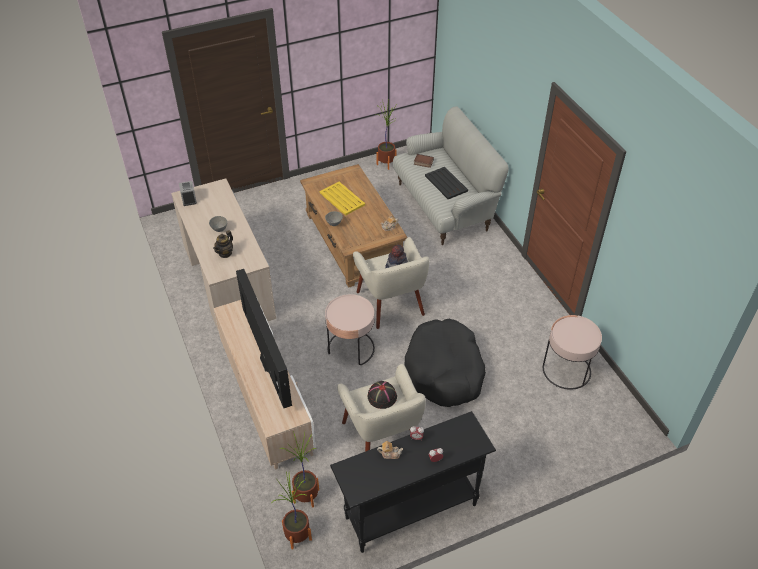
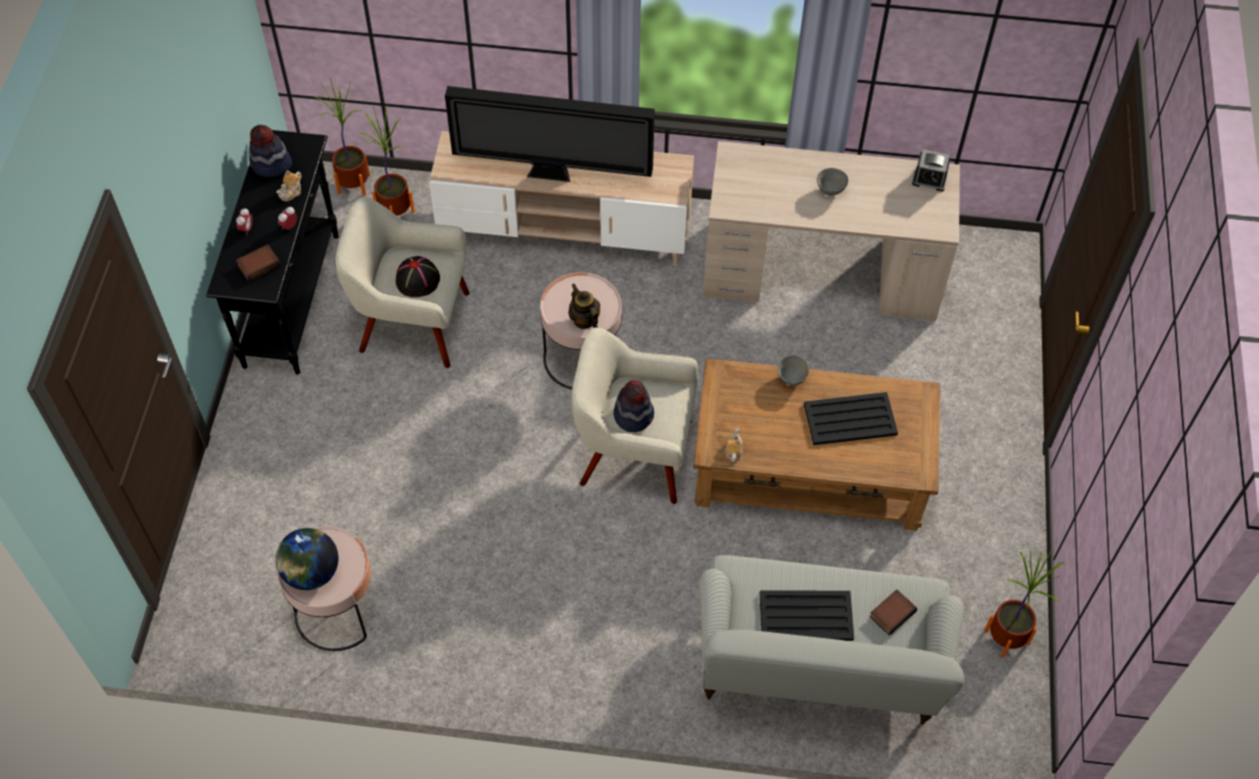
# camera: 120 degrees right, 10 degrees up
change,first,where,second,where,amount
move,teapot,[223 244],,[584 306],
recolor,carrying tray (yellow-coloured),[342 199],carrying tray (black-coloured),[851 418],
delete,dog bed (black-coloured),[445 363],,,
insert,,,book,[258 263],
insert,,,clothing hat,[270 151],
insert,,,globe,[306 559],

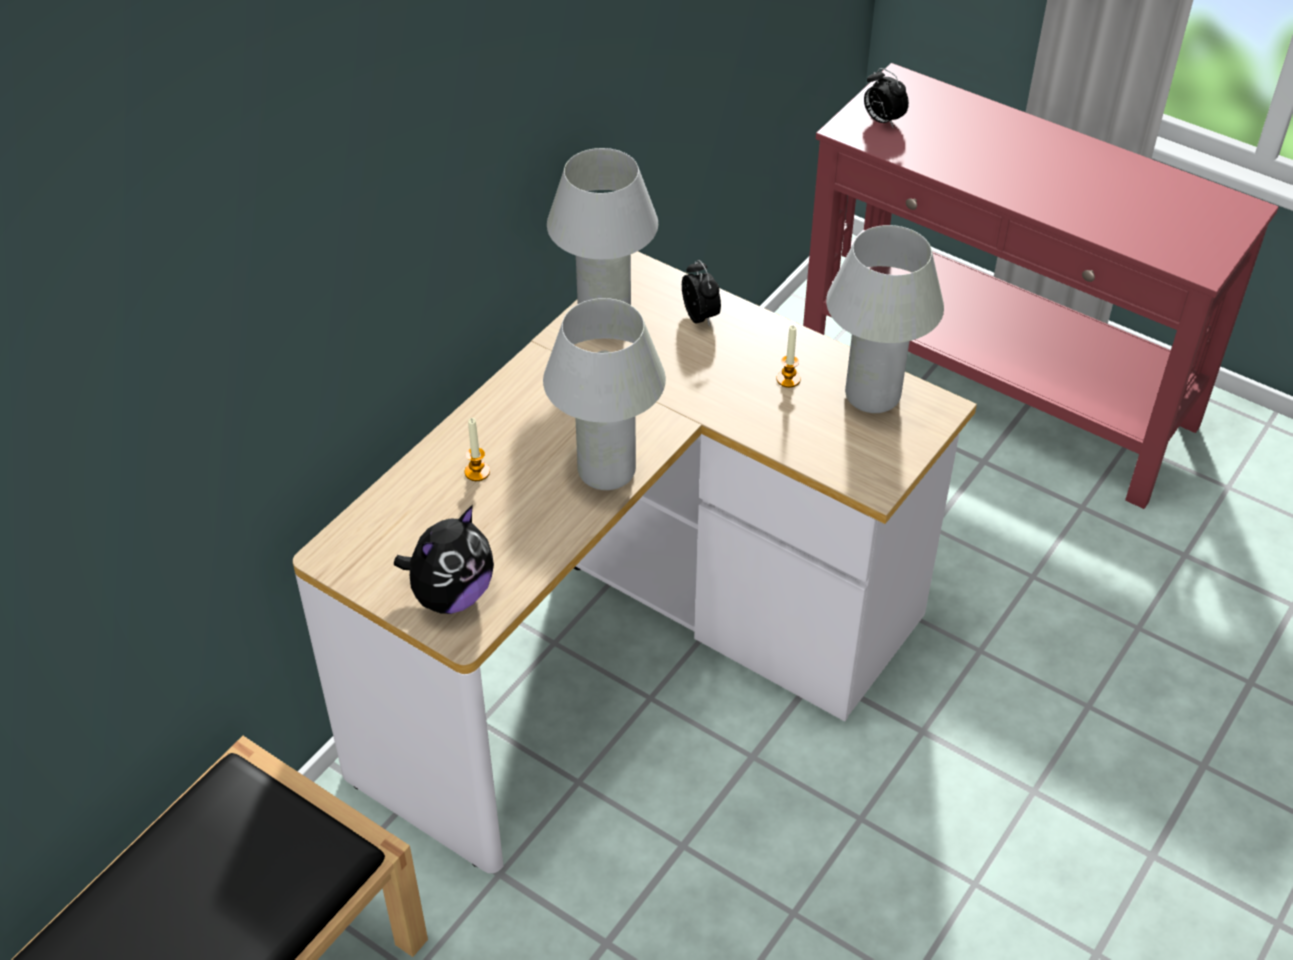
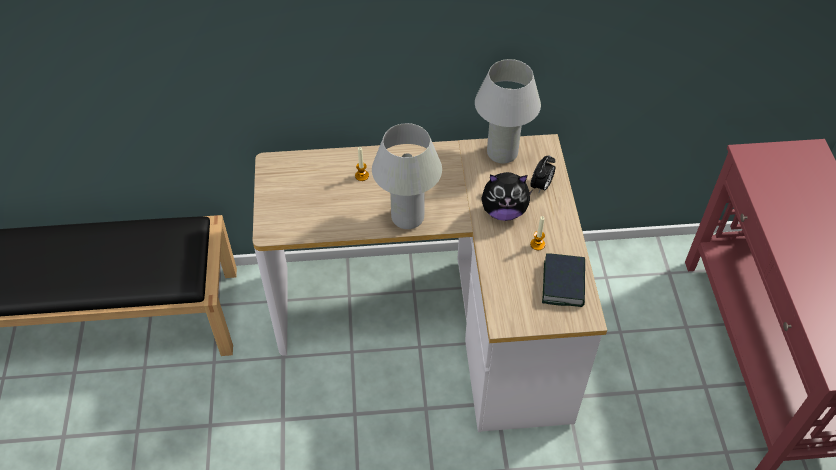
# camera: 50 degrees right, 5 degrees up
change,first,where,second,where,amount
move,plush toy,[444 559],,[507 196],
replace,lamp for a table (whitish),[885 319],book,[563 280],
delete,table clock,[886 98],,,

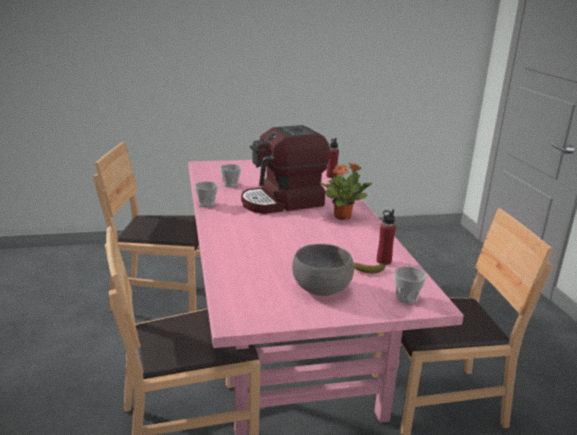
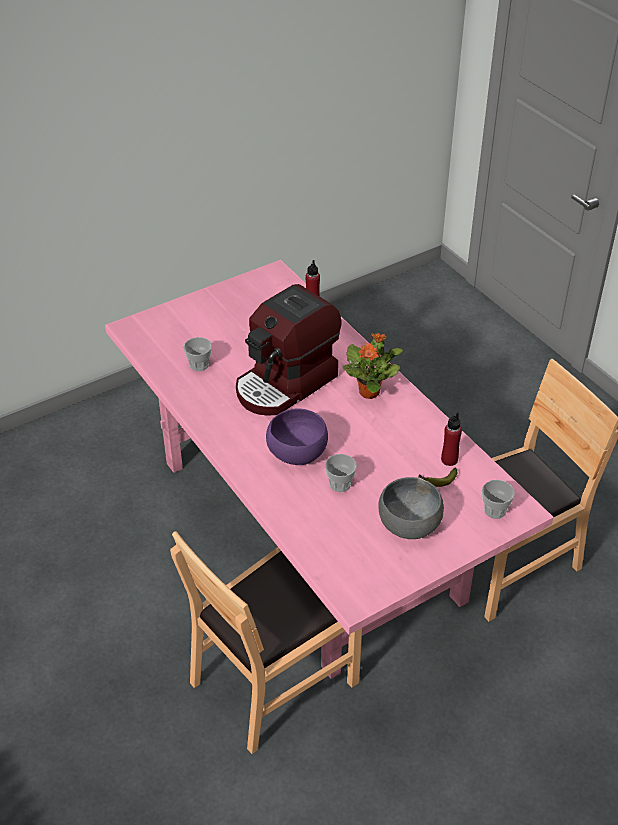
# camera: 20 degrees left, 20 degrees up
change,first,where,second,where,amount
delete,upright chair (brownish),[147 227],,,
move,small cup,[206 194],,[341 473],
insert,,,bowl (purple),[297 436],

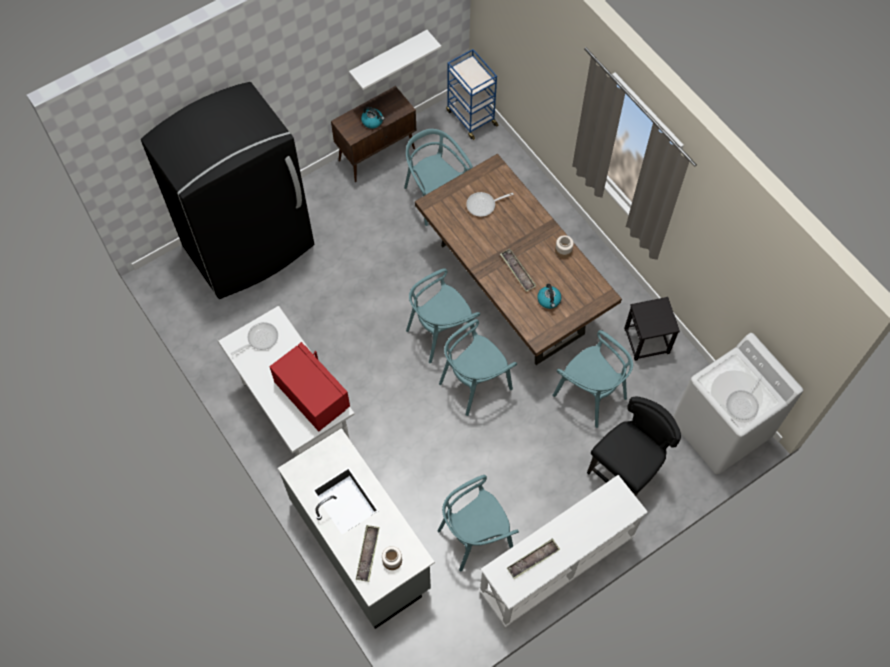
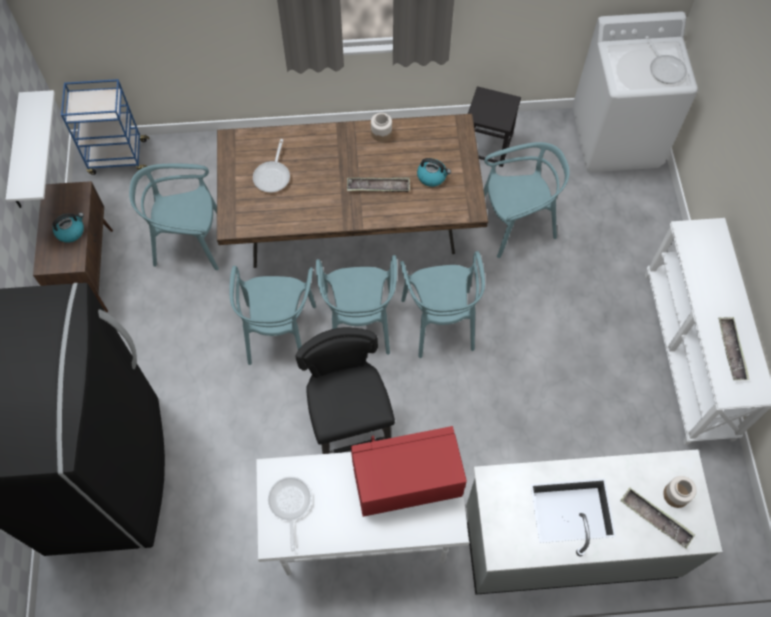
# camera: 60 degrees left, 0 degrees up
change,first,where,second,where,amount
move,upright chair (turquoise-coloured),[478 523],,[272 315],
move,upright chair (black-coloured),[634 446],,[345 390],

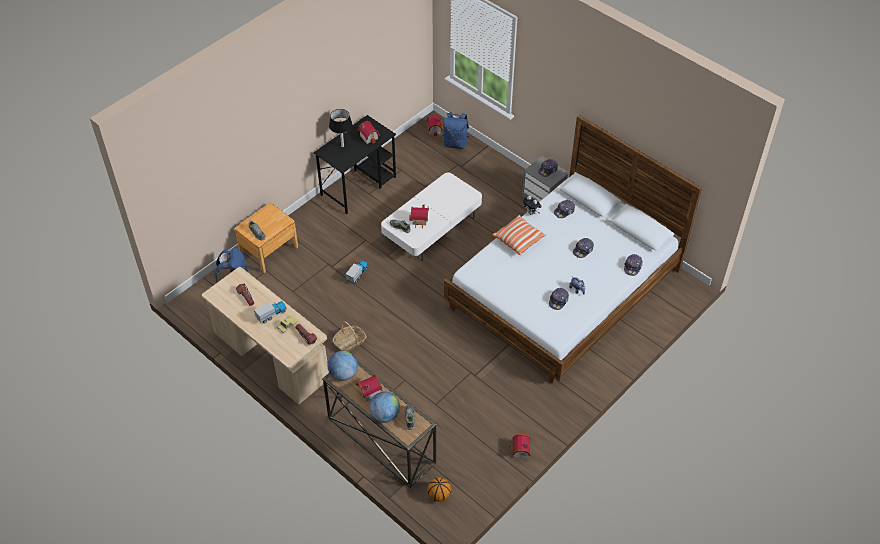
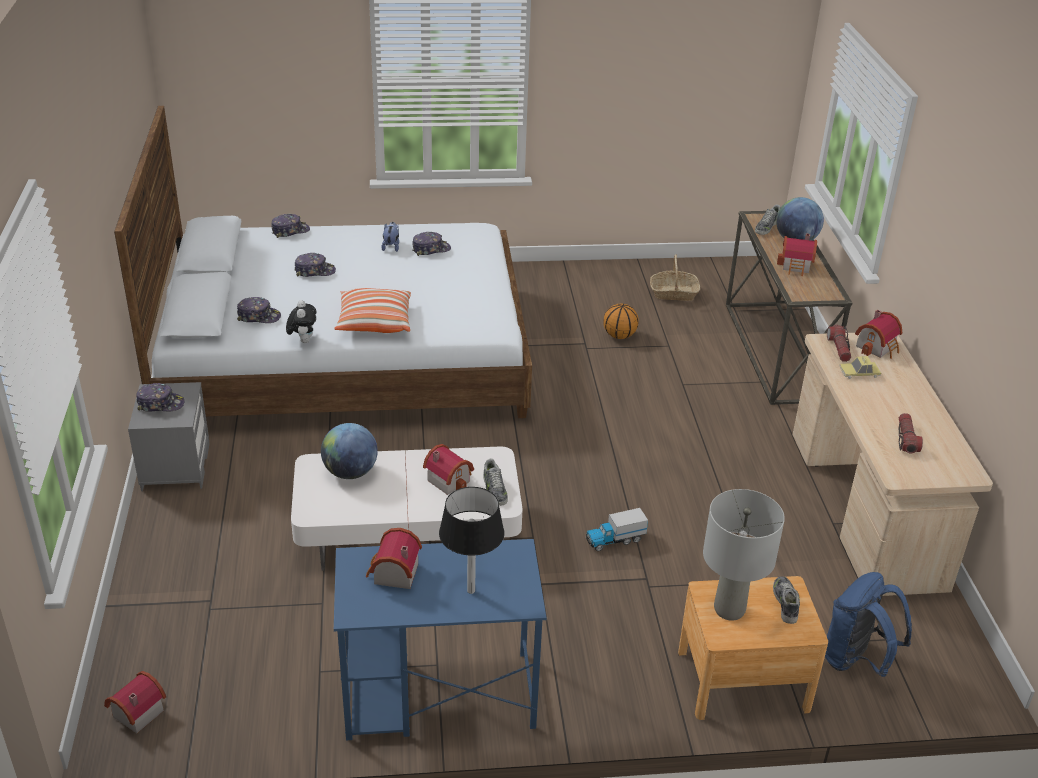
# camera: 140 degrees left, 15 degrees down
change,first,where,second,where,amount
delete,toy lorry,[270 312],,,
recolor,desk unit (black-coloured),[355 164],desk unit (bluish),[440 639],
move,globe,[342 366],,[349 451],
move,household basket,[350 336],,[675 278],
move,basketball,[439 489],,[621 321],
delete,backpack (bluish),[456 130],,,
move,miniature house,[520 446],,[878 334],
insert,,,lamp for a table (gray),[744 555],

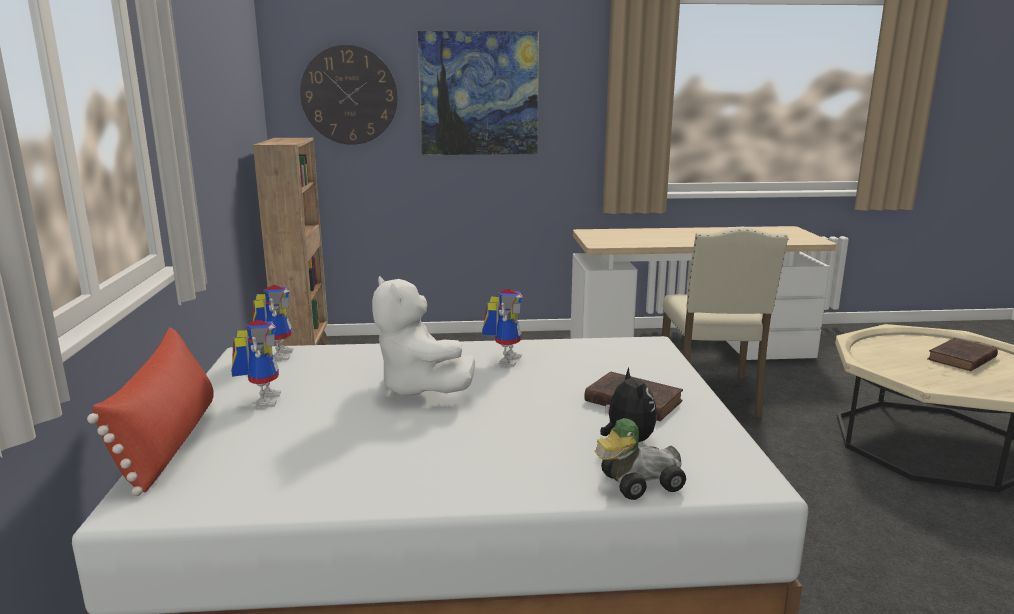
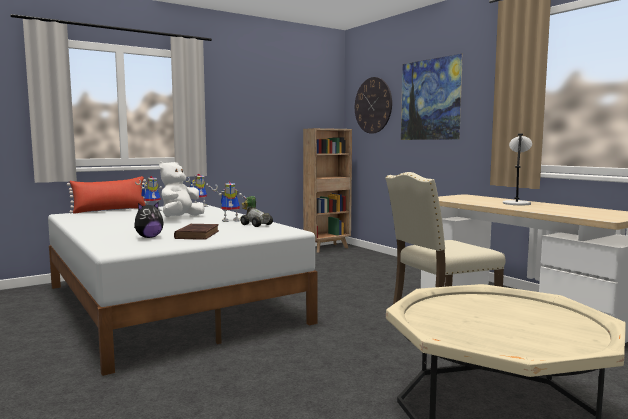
# camera: 60 degrees right, 10 degrees down
change,first,where,second,where,amount
move,model car,[640 459],,[256 211],
delete,book (brownish),[962 354],,,
insert,,,lamp for a table (gray),[517 169],

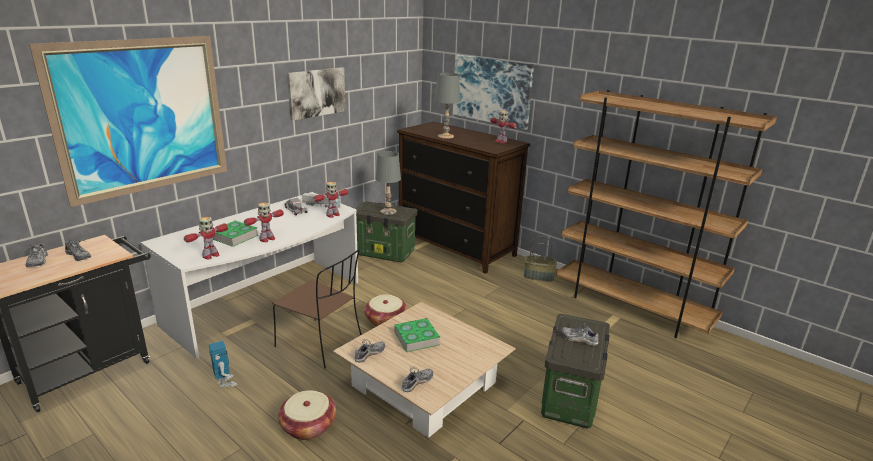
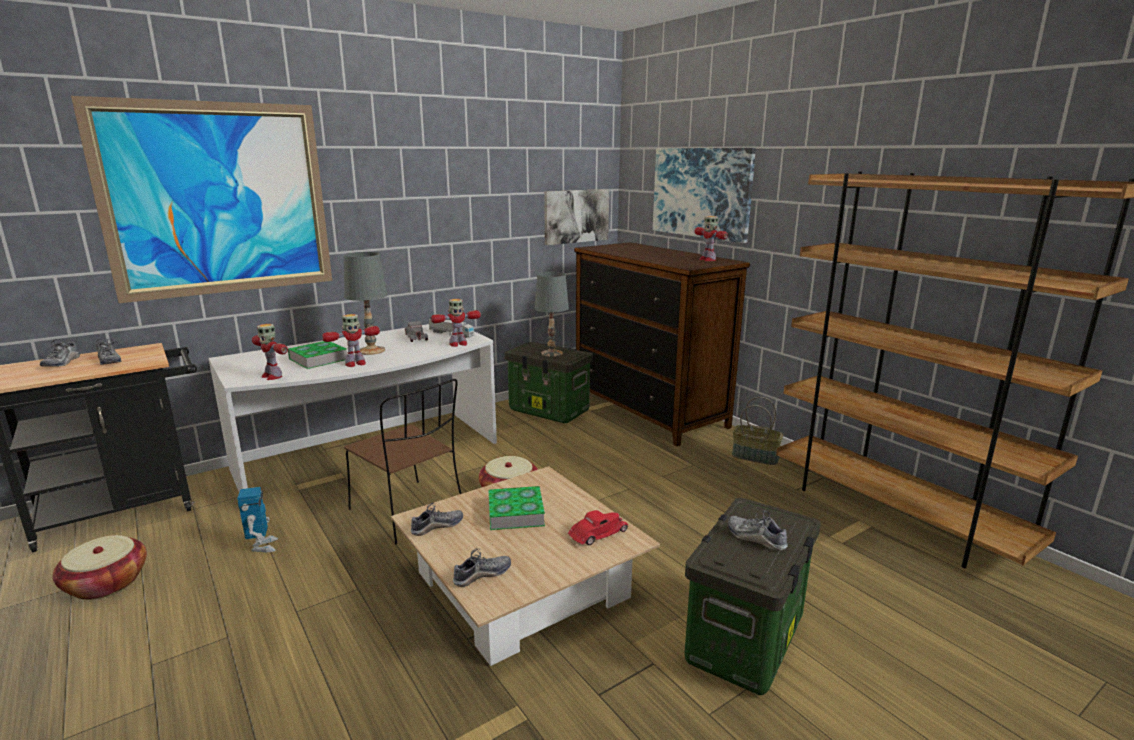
# camera: 15 degrees right, 5 degrees down
change,first,where,second,where,amount
rotate,model robot,[206 238],,[270 352],75 degrees clockwise
move,household basket,[307 415],,[100 567],
move,wall art,[316 94],,[576 217],
move,lamp for a table (gray),[447 106],,[365 303],
insert,,,model car (red),[598 527],

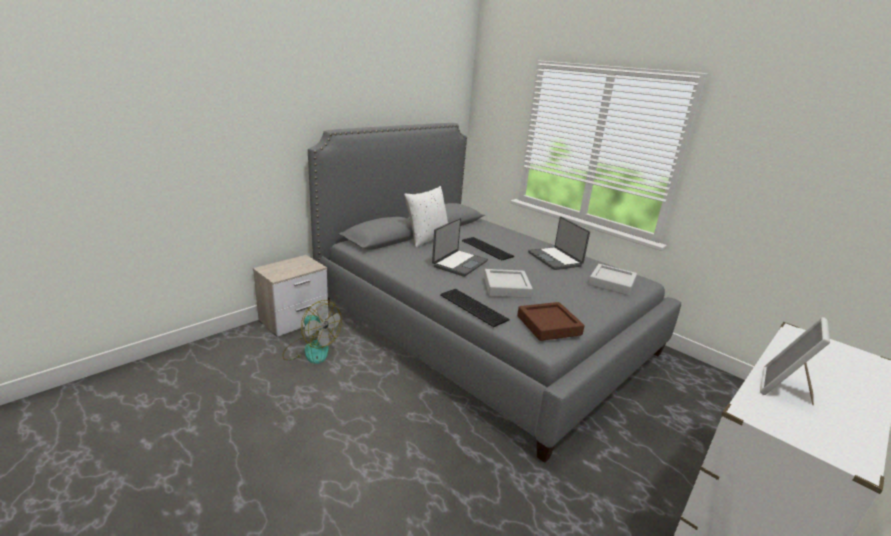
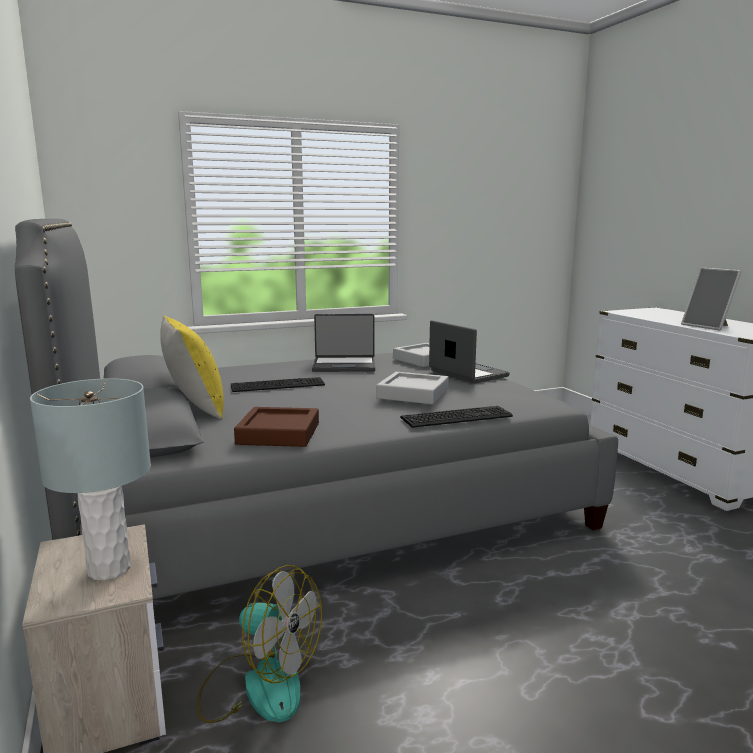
# camera: 65 degrees left, 10 degrees down
change,first,where,second,where,amount
rotate,fan,[312 332],,[259 644],60 degrees clockwise
recolor,cushion (whitish),[426 217],cushion (yellow-coloured),[192 367],
move,portable computer,[460 247],,[469 351],
move,carrying tray (brownish),[551 321],,[276 427],
insert,,,lamp for a table (gray),[90 479],

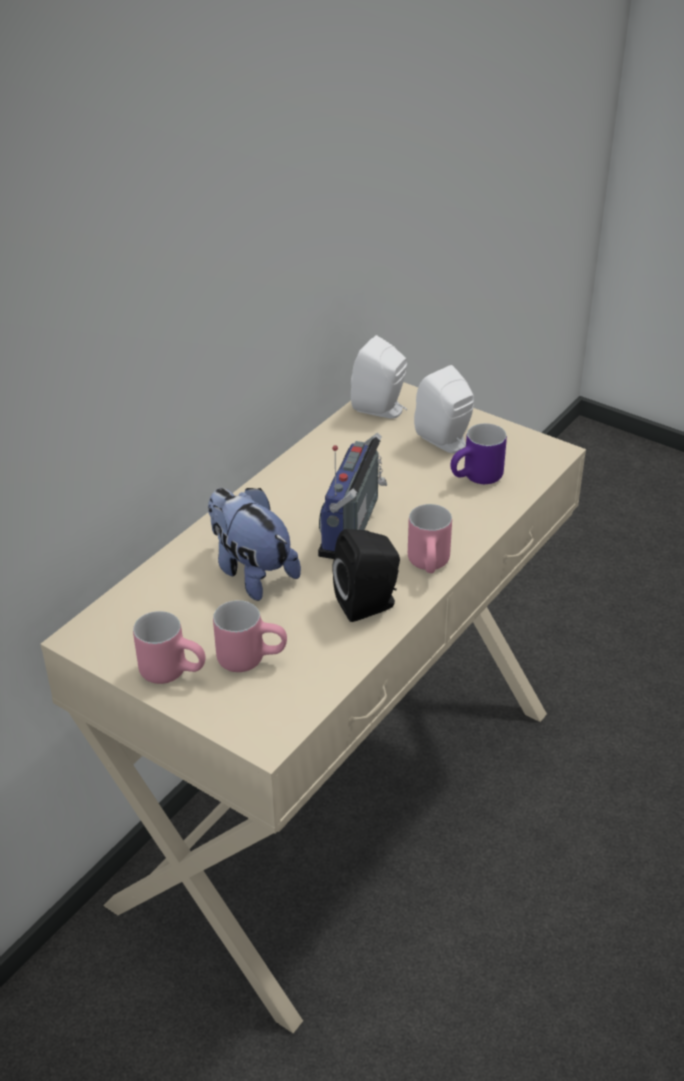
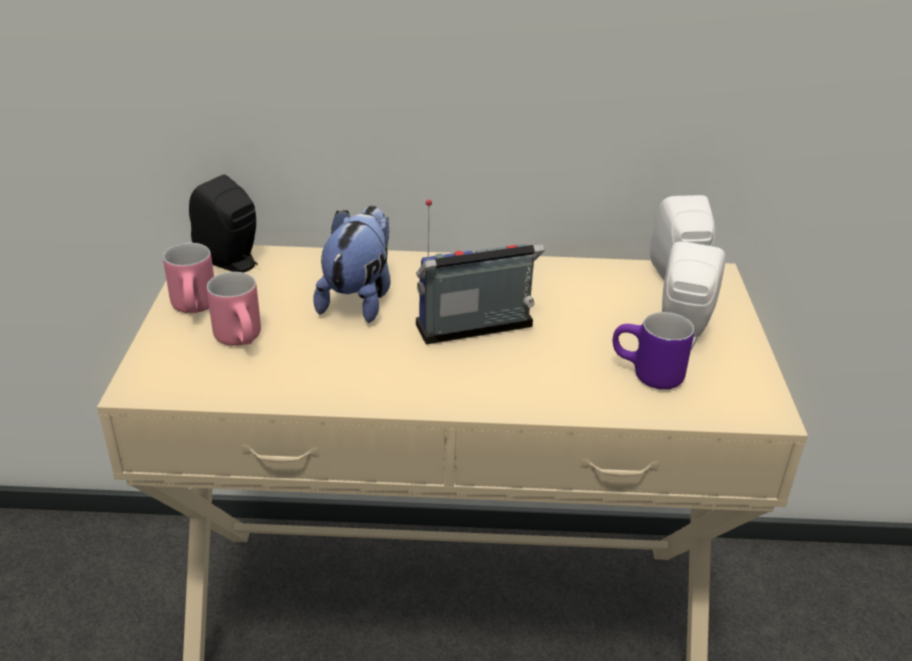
# camera: 55 degrees right, 5 degrees down
change,first,where,second,where,amount
move,audio speaker (black-coloured),[366 575],,[223 223],
delete,tea mug (pink-coloured),[430 538],,,

